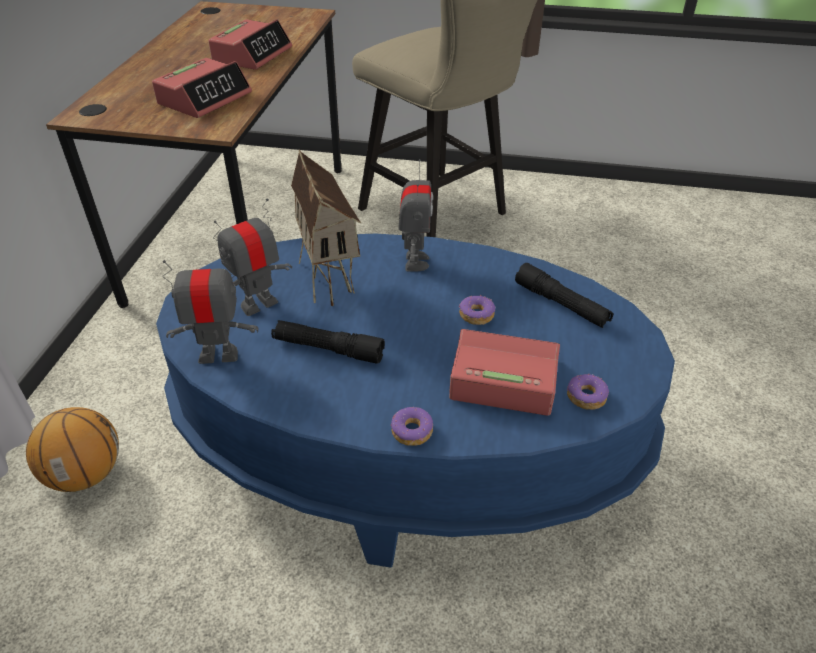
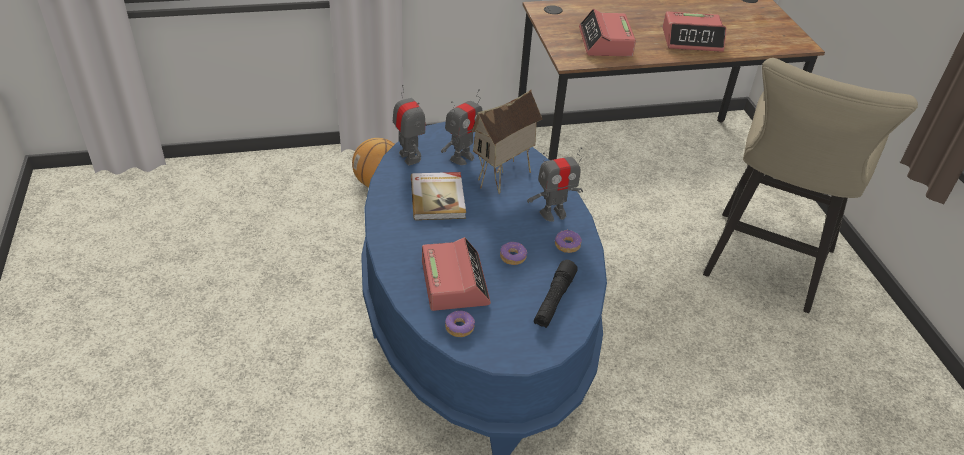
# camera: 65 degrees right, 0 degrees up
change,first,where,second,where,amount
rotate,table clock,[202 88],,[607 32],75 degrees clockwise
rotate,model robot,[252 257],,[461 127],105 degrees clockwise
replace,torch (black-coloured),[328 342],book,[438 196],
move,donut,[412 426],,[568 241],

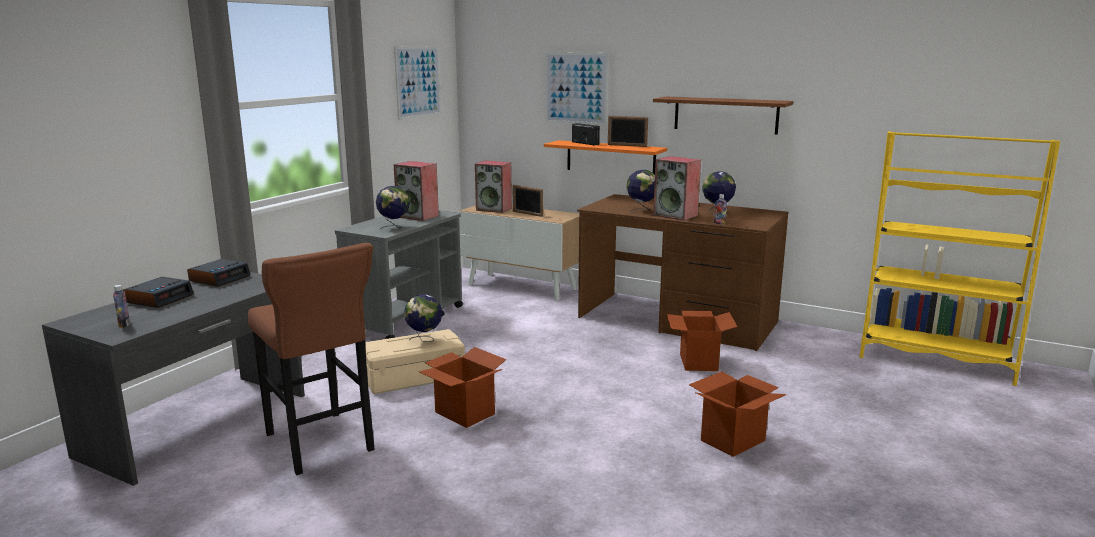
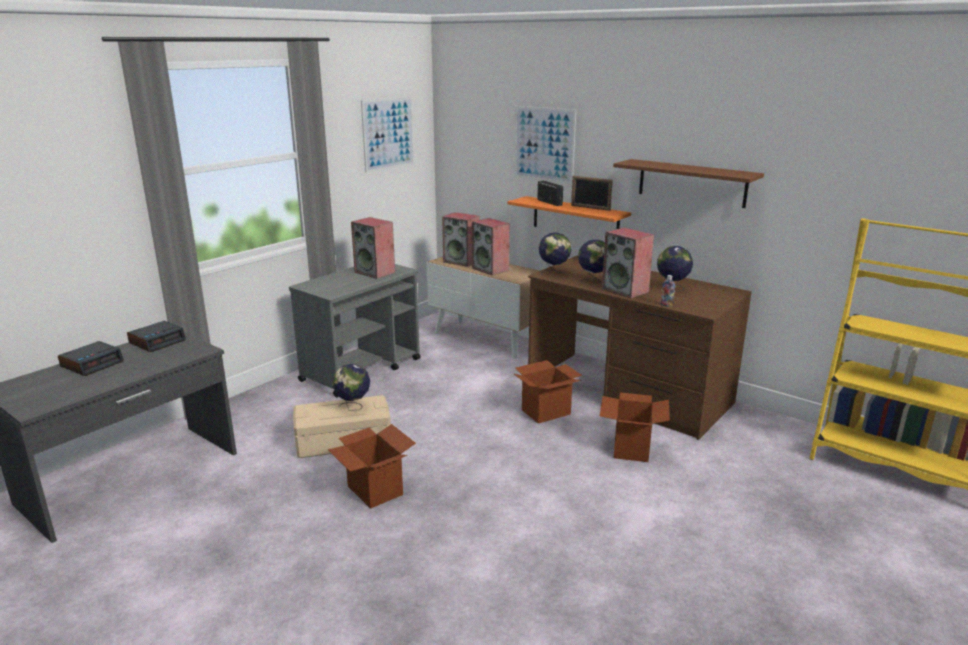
# camera: 10 degrees right, 5 degrees up
change,first,where,second,where,amount
delete,beverage bottle,[121 306],,,
delete,stool (brownish),[311 359],,,
move,globe,[393 208],,[555 253],
replace,picture frame,[527 201],audio speaker,[491 246],
move,cardboard box,[738 414],,[548 392],

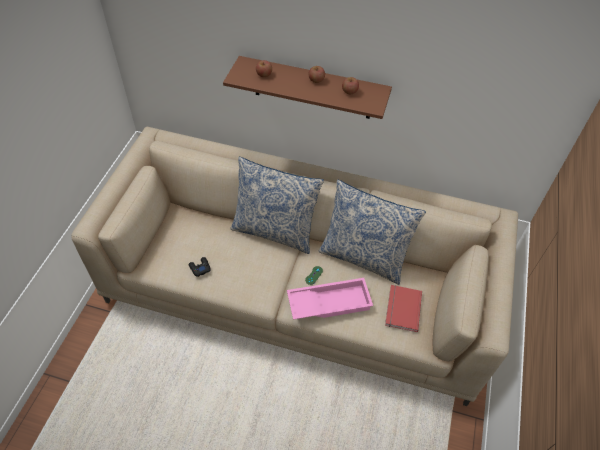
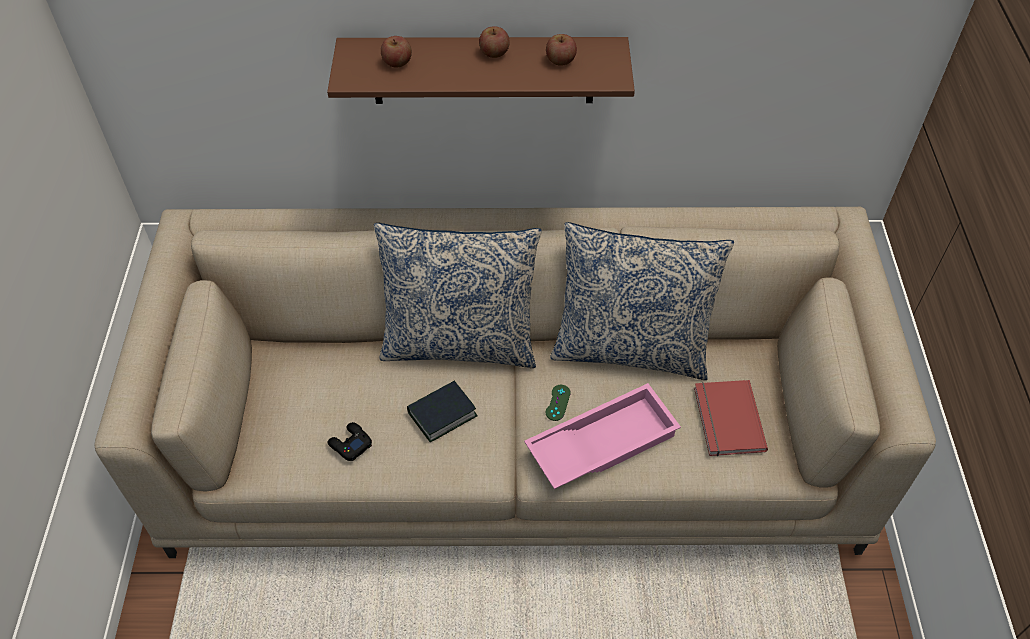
# camera: 15 degrees left, 0 degrees up
change,first,where,second,where,amount
insert,,,book,[442 411],

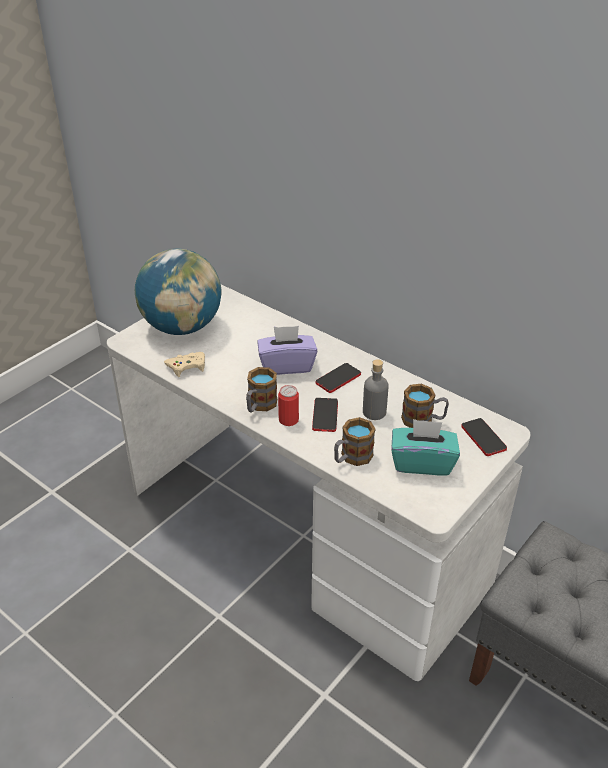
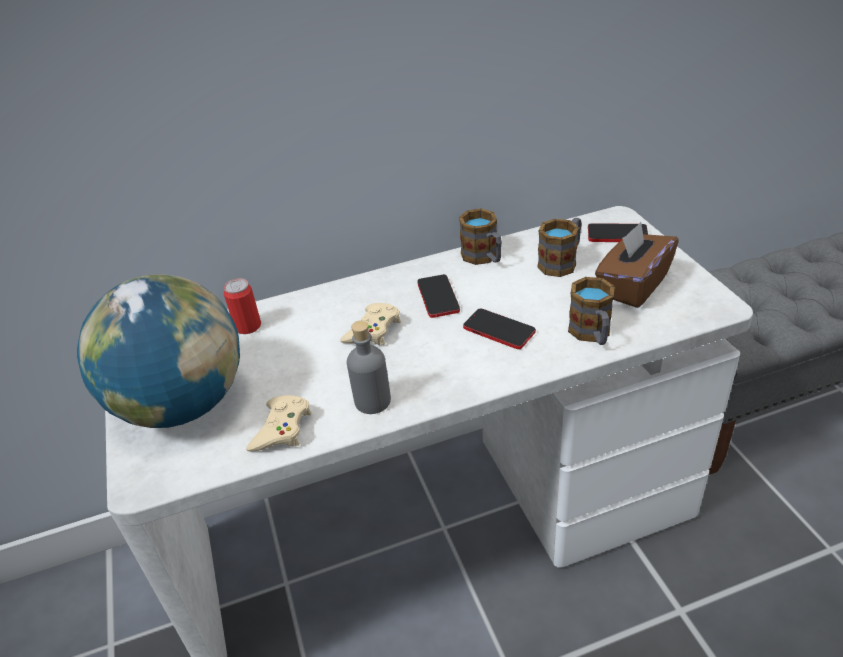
# camera: 55 degrees left, 0 degrees up
change,first,where,second,where,amount
move,tea mug,[261 389],,[480 236],
replace,tissue holder (purple),[287 350],game controller (sand-coloured),[370 324],
move,can,[288 405],,[242 306],
move,beverage bottle (gray),[376 389],,[369 367],
recolor,tissue holder (turquoise-coloured),[425 447],tissue holder (brownish),[637 265],

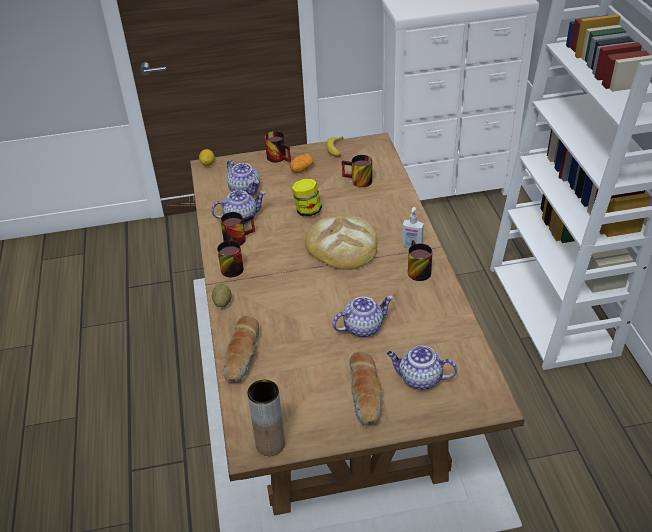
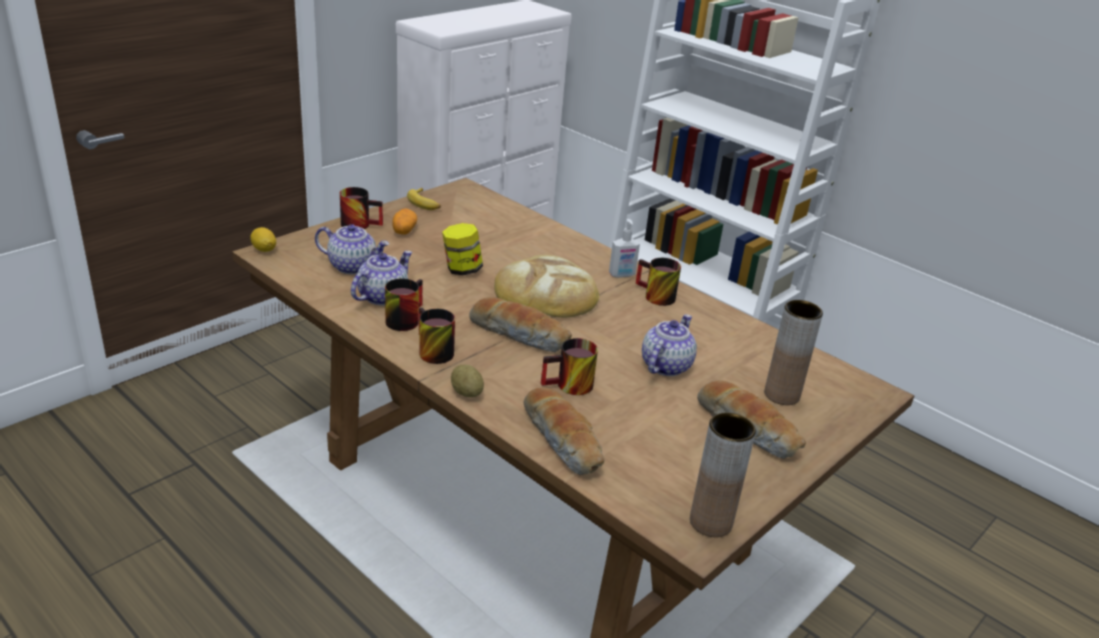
# camera: 40 degrees left, 10 degrees down
change,first,where,second,where,amount
move,tea mug,[357 171],,[569 366],
replace,teapot,[422 368],flower vase (brownish),[793 352],
insert,,,bakery bread,[520 324],

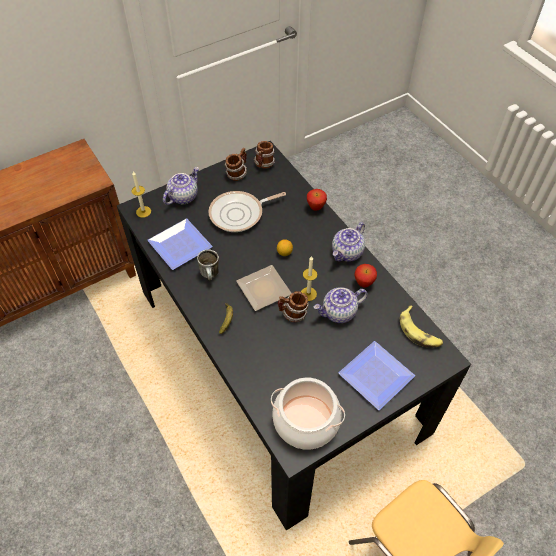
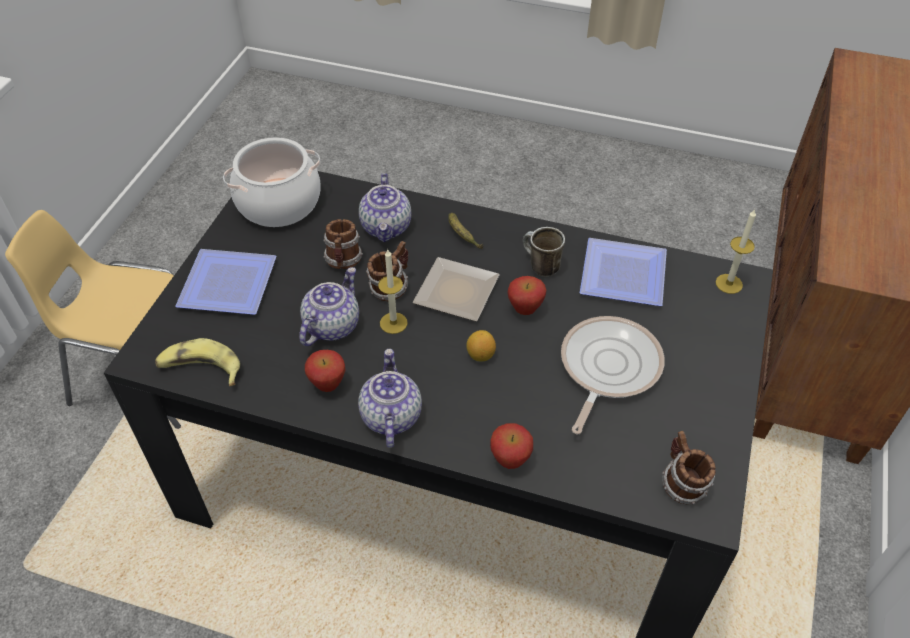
# camera: 140 degrees right, 5 degrees down
change,first,where,second,where,amount
move,teapot,[181 186],,[385 207],
move,tea mug,[236 164],,[343 244],
insert,,,apple fruit,[526 295],

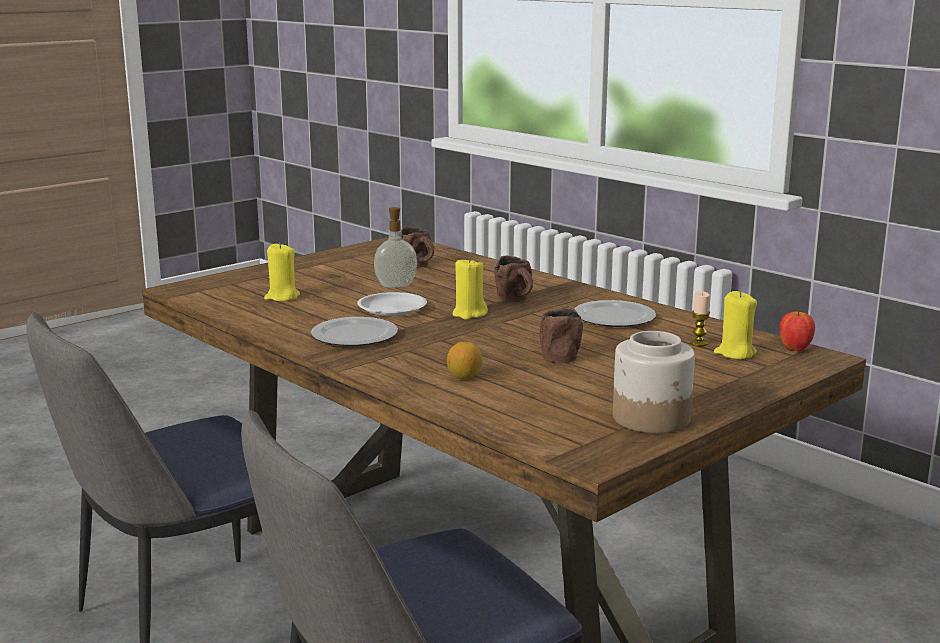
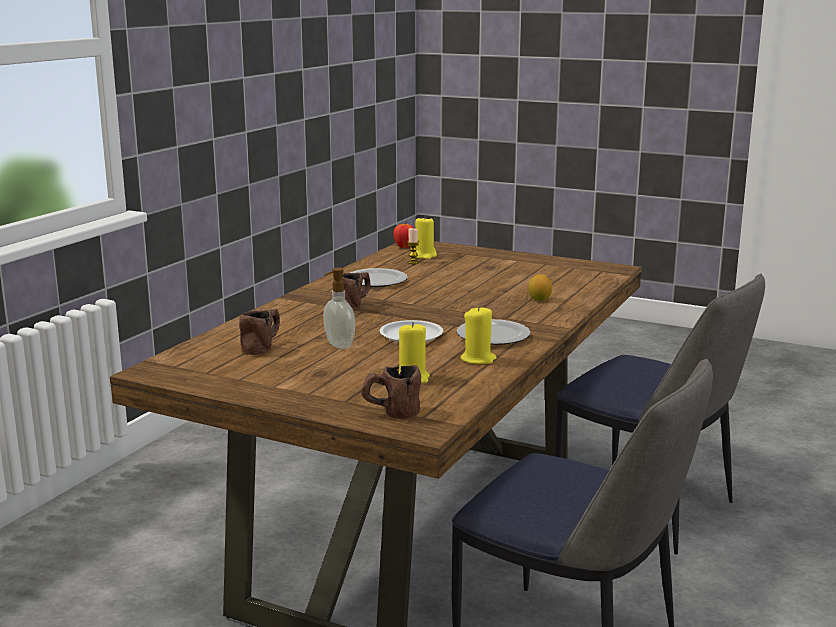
# camera: 110 degrees left, 0 degrees up
change,first,where,second,where,amount
move,wax light (yellow-coloured),[470 288],,[478 335],
move,tea mug (brownish),[561 334],,[391 392],
delete,jar,[654 382],,,

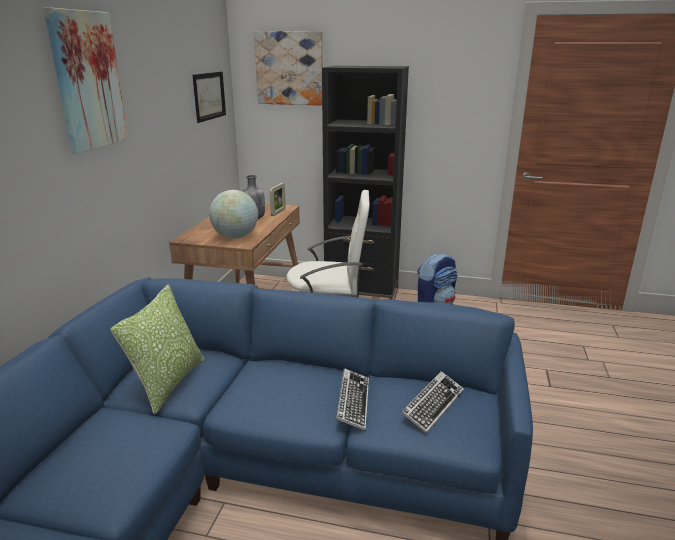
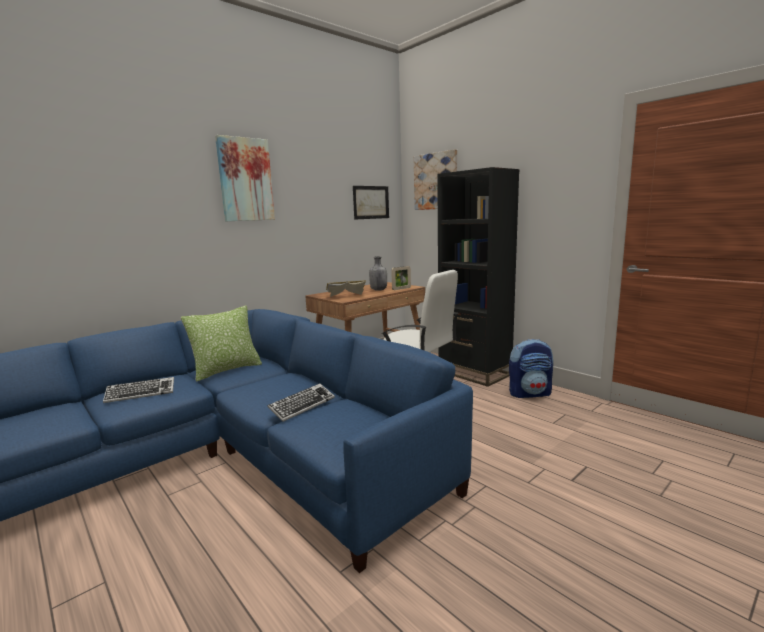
# camera: 35 degrees right, 10 degrees down
change,first,where,second,where,amount
replace,globe,[233 214],book,[346 288],
move,PC keyboard,[432 402],,[138 390],

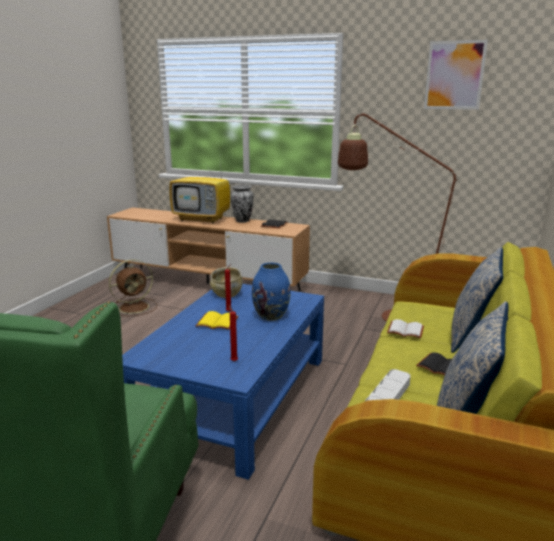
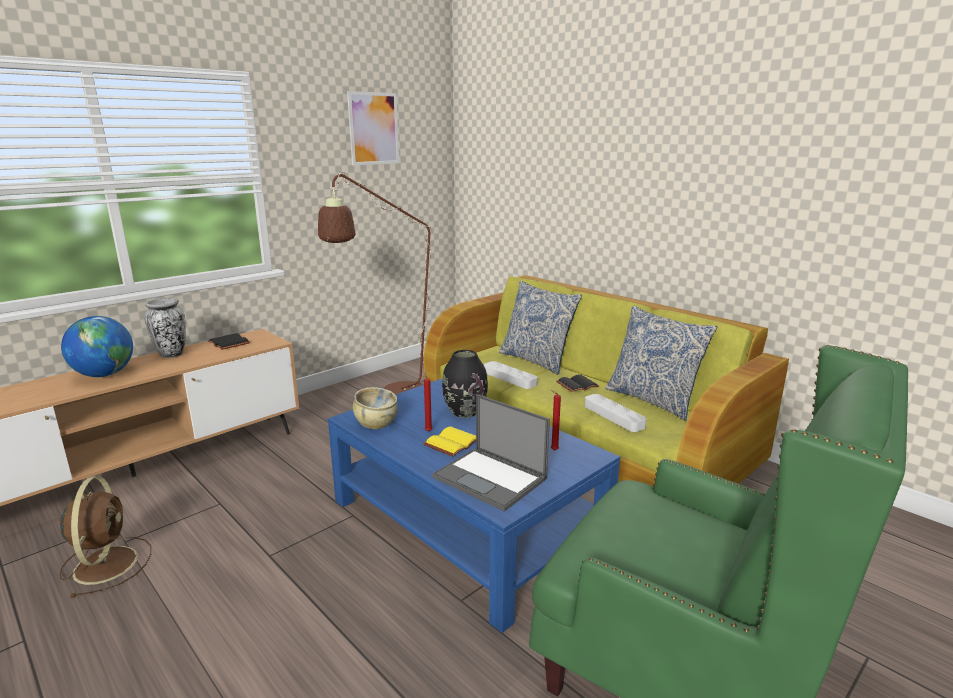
# camera: 65 degrees left, 0 degrees up
change,first,where,second,where,amount
replace,television,[199 189],globe,[97 346],
recolor,flower vase (bluish),[271 292],flower vase (black-coloured),[465 384],
replace,book (whitish),[405 329],carrying tray (gray),[510 375],
insert,,,portable computer,[491 453],

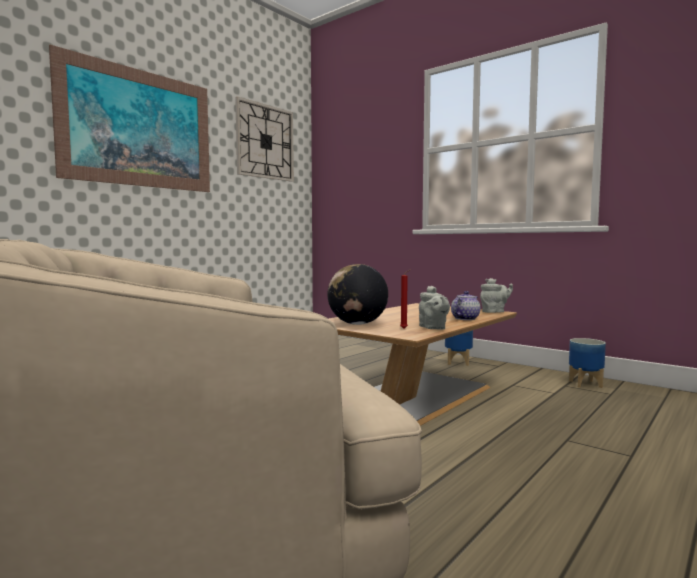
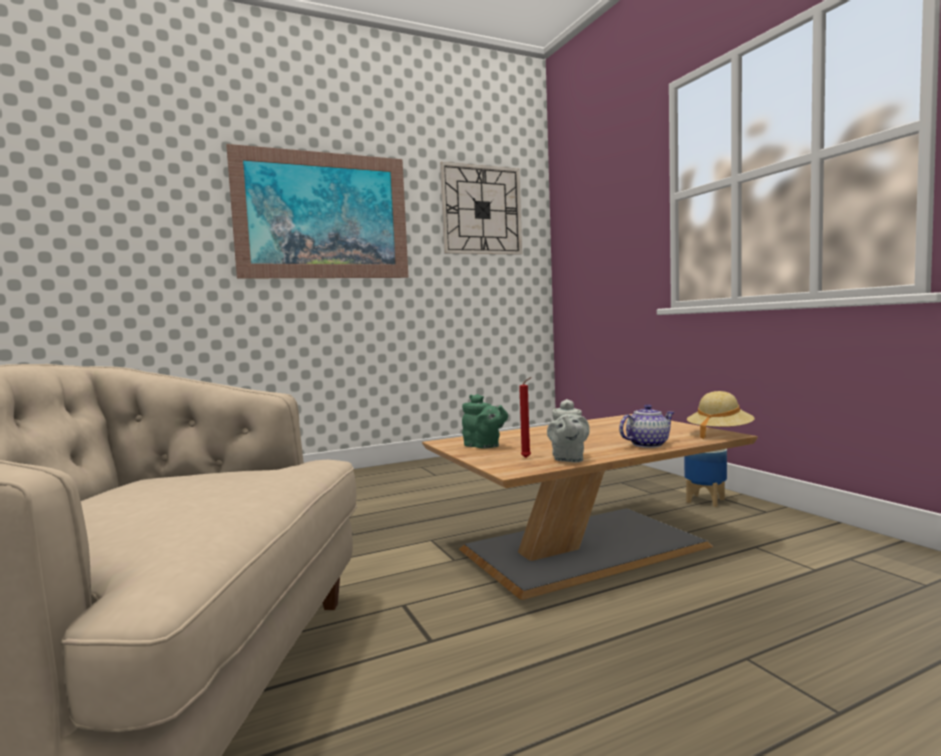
# camera: 25 degrees right, 0 degrees up
change,first,where,second,where,amount
replace,globe,[357 294],teapot (greenish),[485 421],
replace,teapot (gray),[496 295],clothing hat (sand-coloured),[721 415],
delete,plant pot,[587 363],,,

